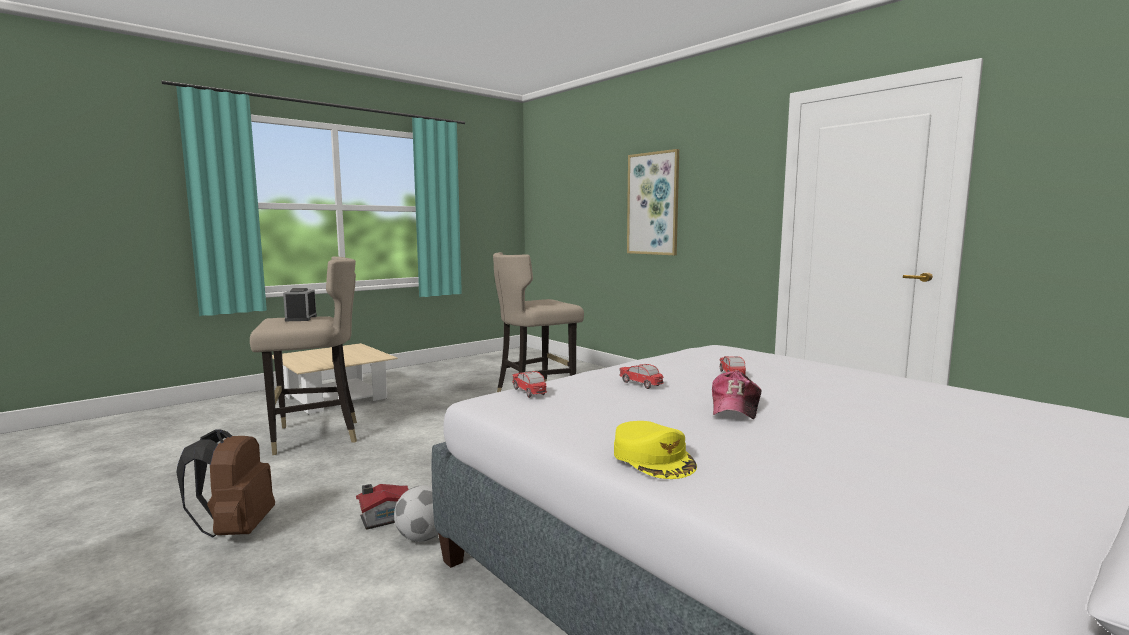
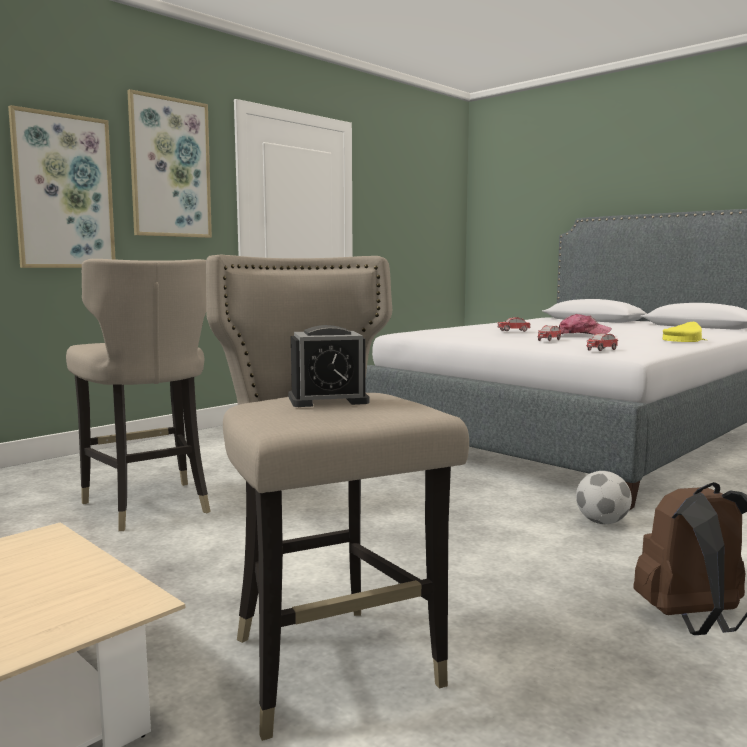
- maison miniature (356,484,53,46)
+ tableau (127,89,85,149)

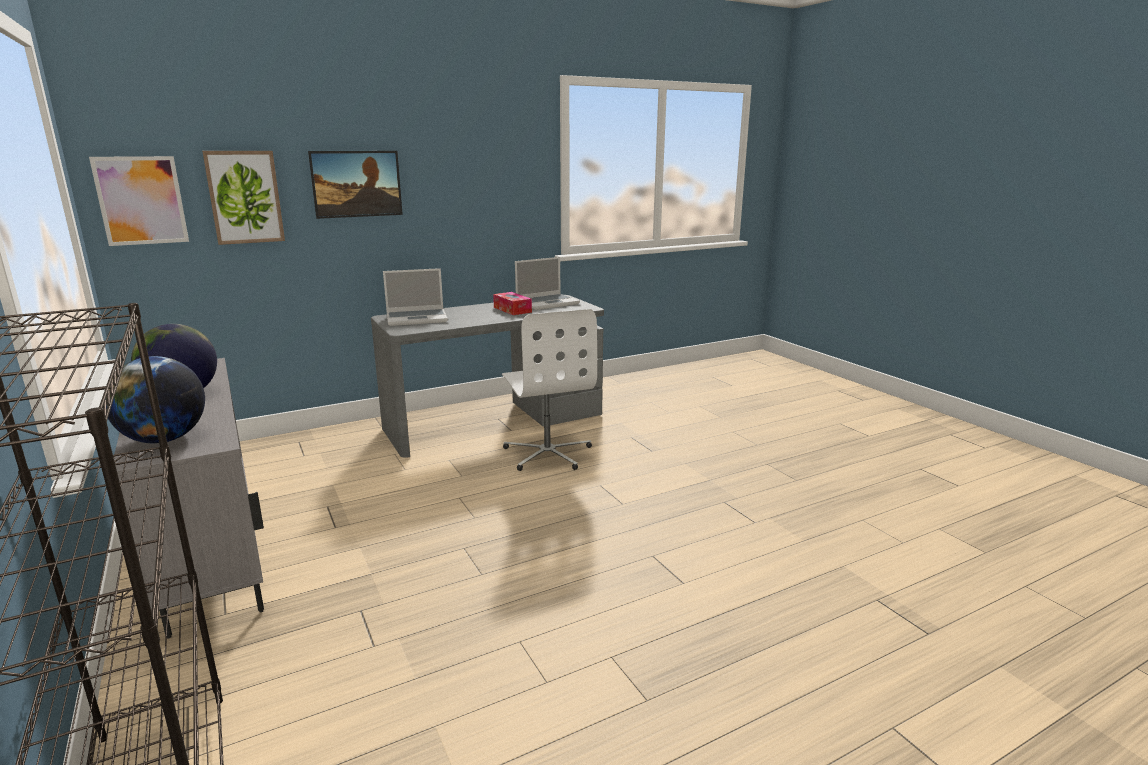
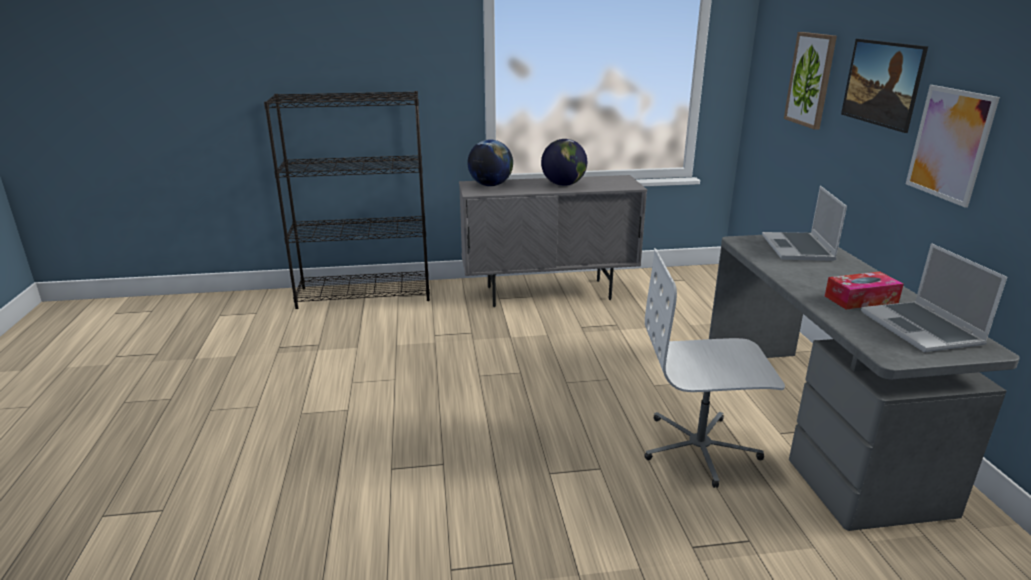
~ tableau (89,156,100,90) to (906,85,94,123)

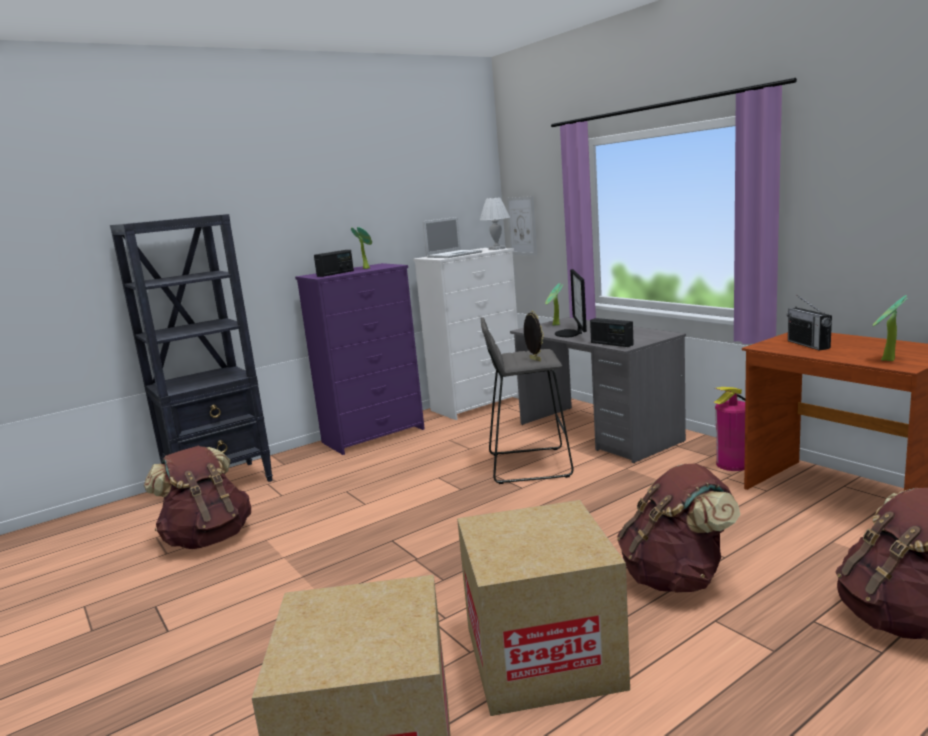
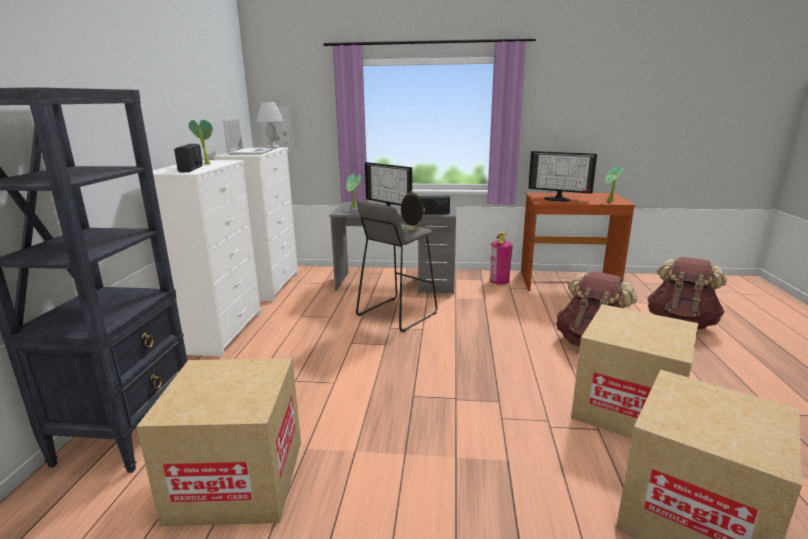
~ sac à dos/marron (144,446,107,103) to carton (136,358,165,168)
~ radio (787,295,45,56) to écran d'ordinateur (528,151,69,51)
~ commode/violet (295,263,130,192) to commode/blanc (137,160,124,197)

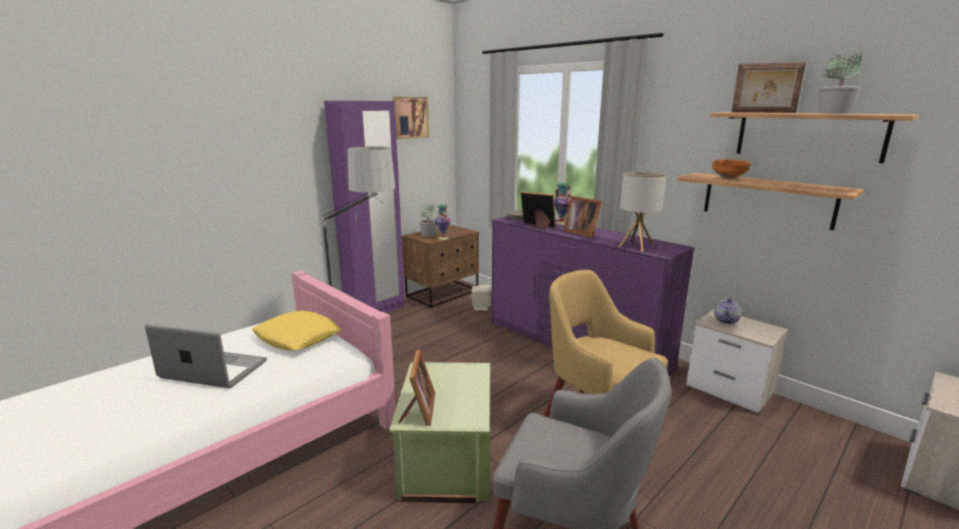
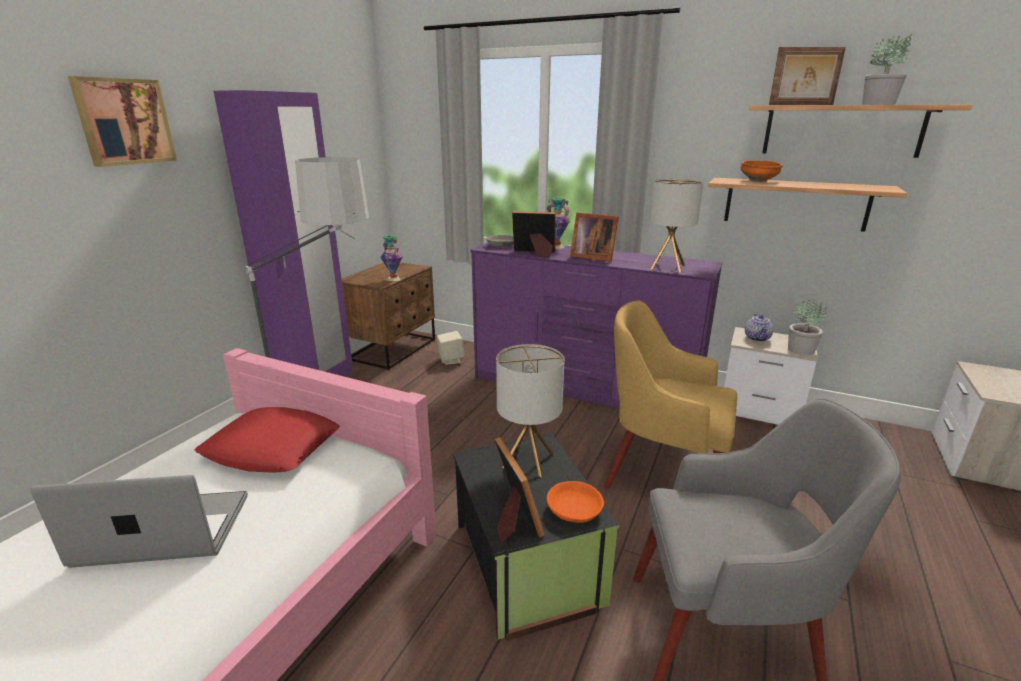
+ lampe de table (496,344,69,133)
+ bol/orange (547,481,57,42)
~ tableau (393,97,36,42) to (68,76,109,91)
~ plante en pot (419,204,18,32) to (788,299,39,56)
~ coussin/jaune (252,311,89,40) to coussin/rouge (195,407,145,66)
~ boîte de rangement/vert (389,362,101,141) to boîte de rangement/noir (453,433,166,208)

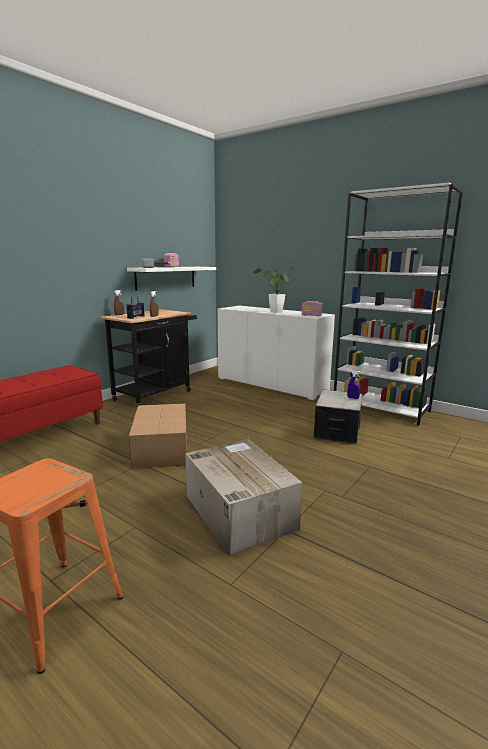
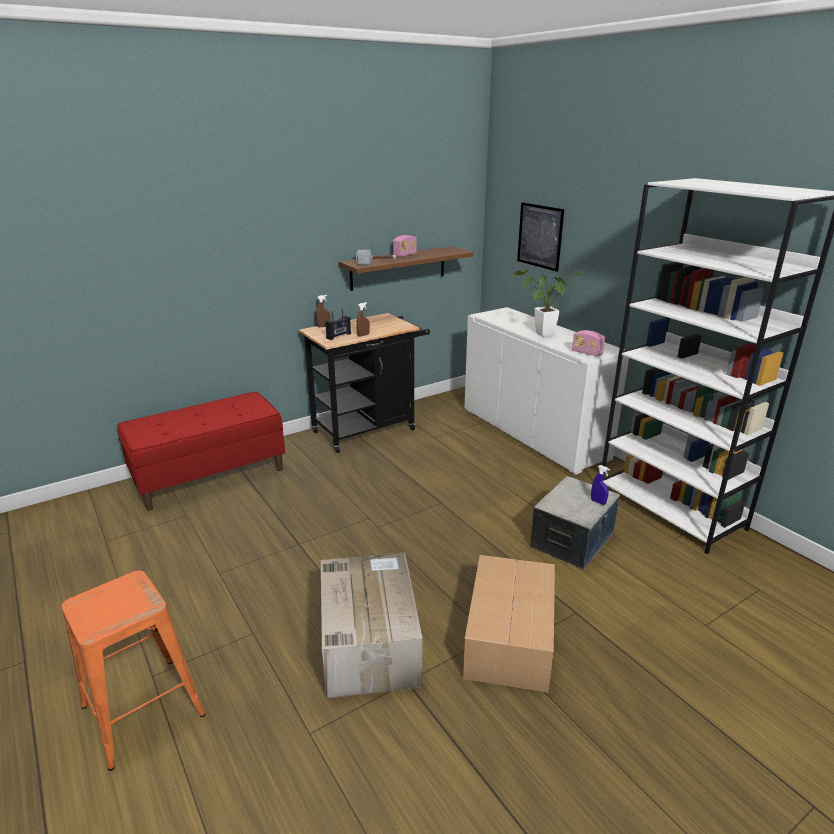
+ tableau (517,202,47,70)
~ carton (129,404,58,64) to (463,555,92,138)
~ étagère/blanc (127,267,89,24) to étagère/marron (339,246,135,45)

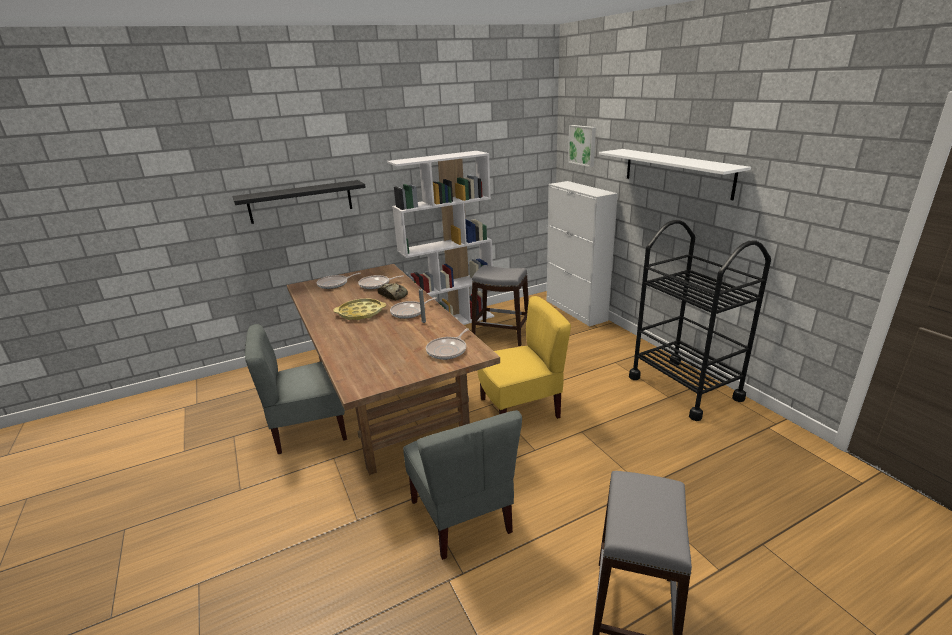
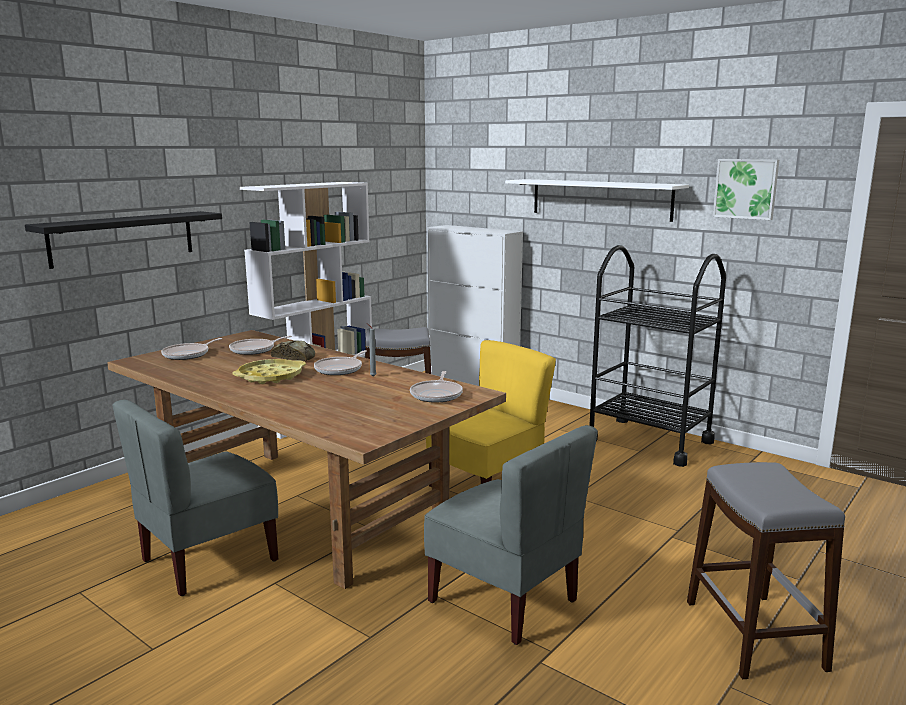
~ tableau (568,125,28,42) to (713,159,66,61)

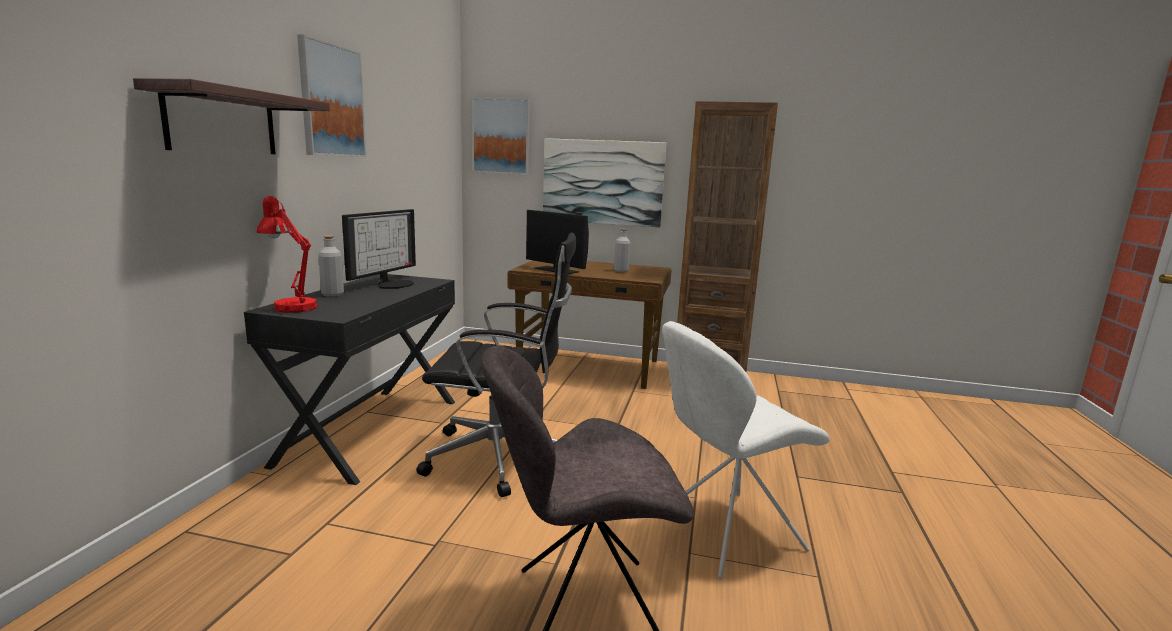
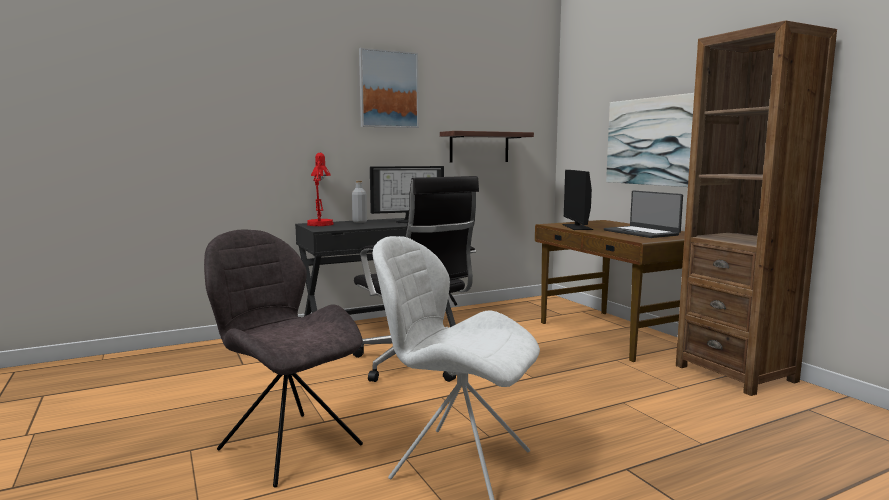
- tableau (472,98,58,77)
~ étagère (133,78,197,76) to (440,131,94,31)
~ bouteille/gris (614,229,16,43) to ordinateur portable (604,190,79,48)

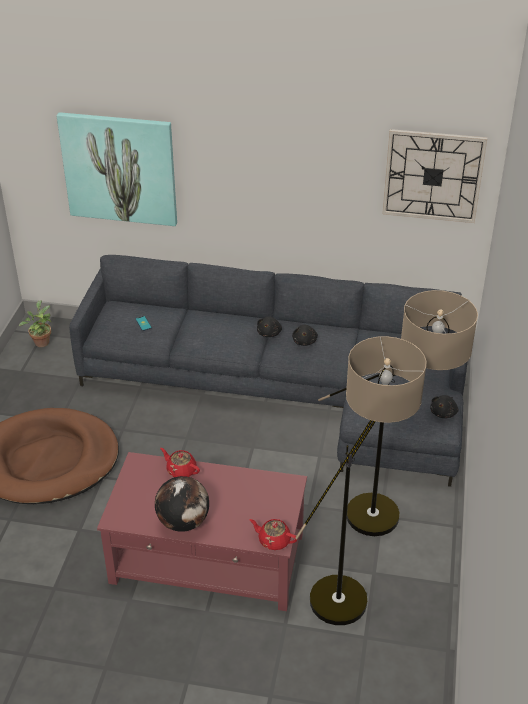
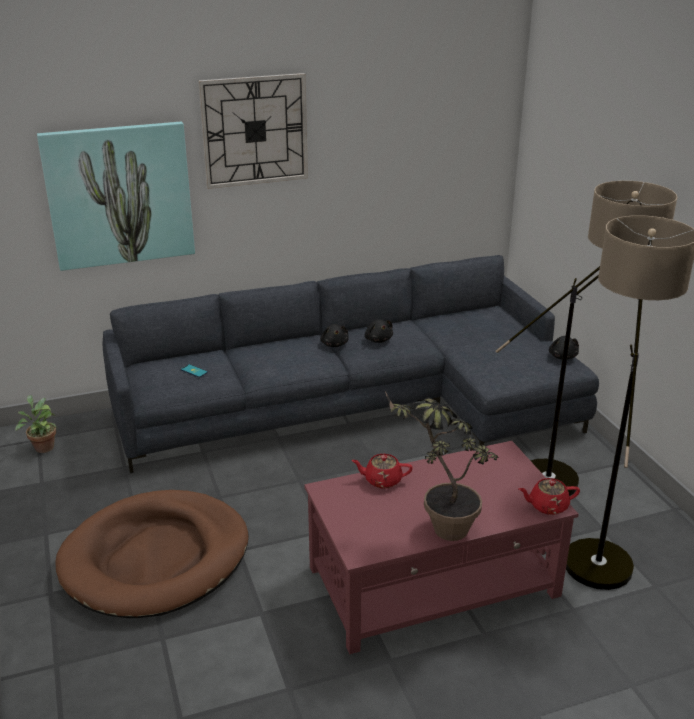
~ horloge murale (382,129,105,94) to (198,73,110,116)
~ globe (155,476,54,56) to plante en pot (385,391,114,150)

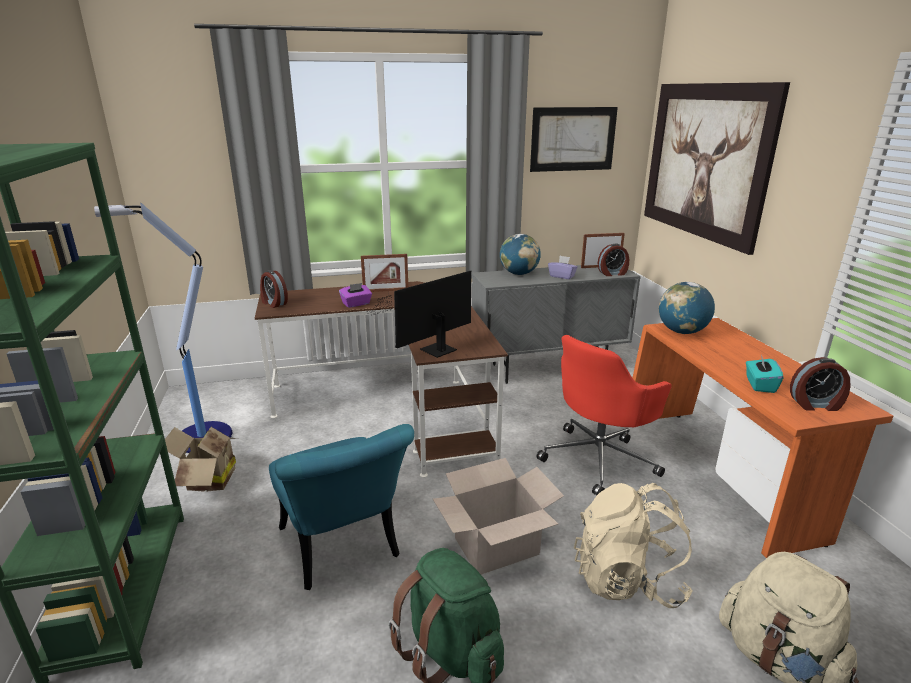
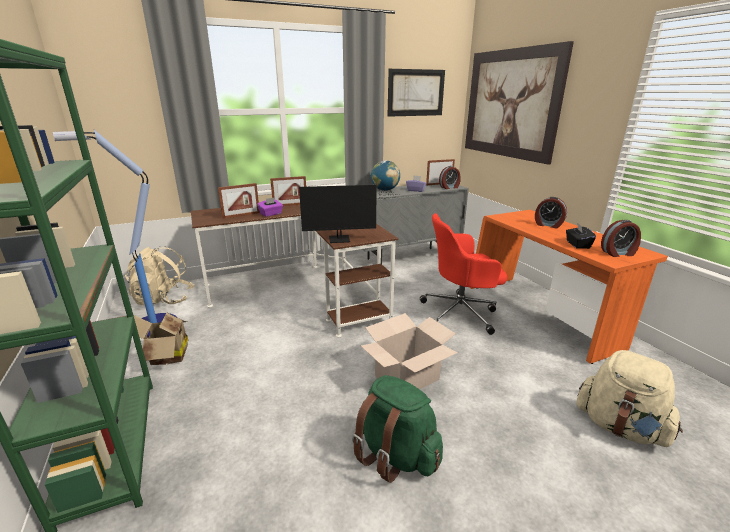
- chaise/turquoise (269,424,145,166)
- globe (659,282,56,52)
+ cadre photo (218,183,42,36)
~ réveil (260,270,28,38) to (535,197,32,31)
~ sac à dos/beige (574,483,119,125) to (125,246,69,59)
~ boîte à mouchoirs/turquoise (746,355,37,38) to boîte à mouchoirs/noir (566,223,30,26)
~ écran d'ordinateur (369,271,102,87) = (299,185,102,58) 135 degrees counterclockwise
~ chaise de bureau/rouge (536,335,136,160) = (420,213,87,122) 45 degrees clockwise

